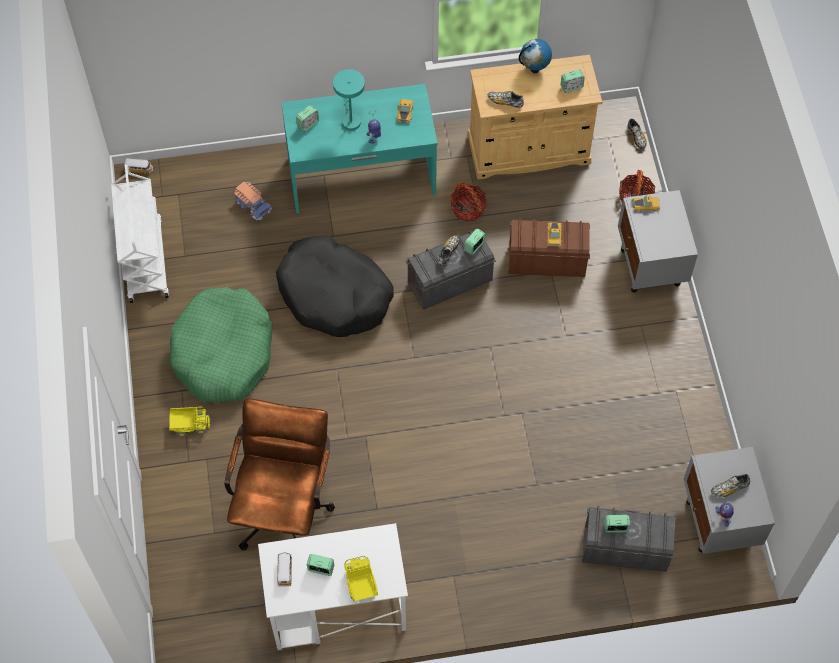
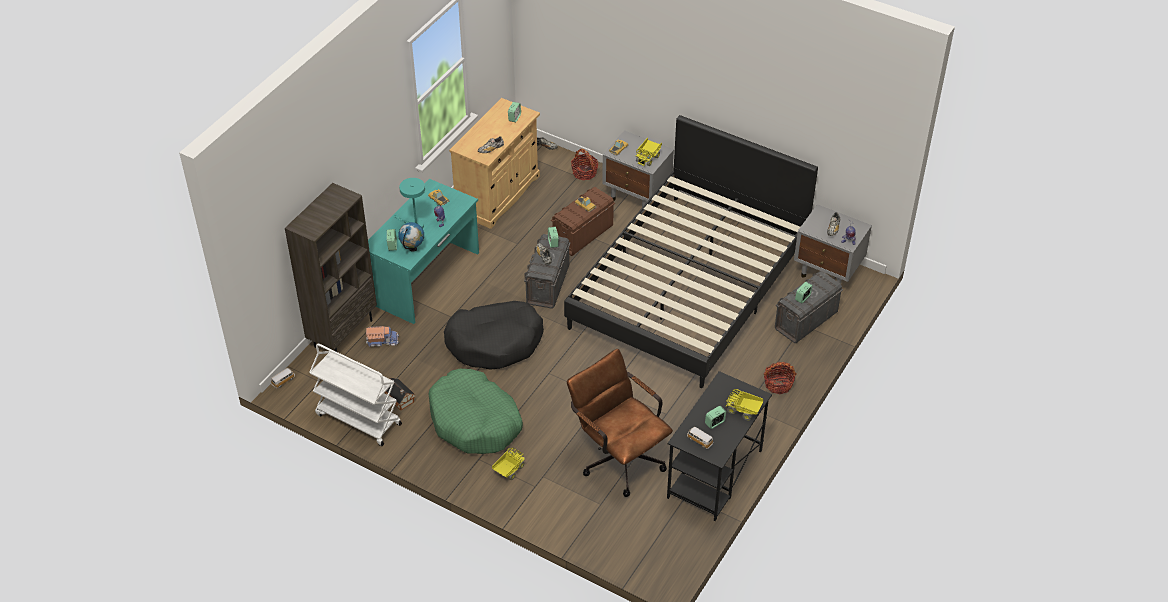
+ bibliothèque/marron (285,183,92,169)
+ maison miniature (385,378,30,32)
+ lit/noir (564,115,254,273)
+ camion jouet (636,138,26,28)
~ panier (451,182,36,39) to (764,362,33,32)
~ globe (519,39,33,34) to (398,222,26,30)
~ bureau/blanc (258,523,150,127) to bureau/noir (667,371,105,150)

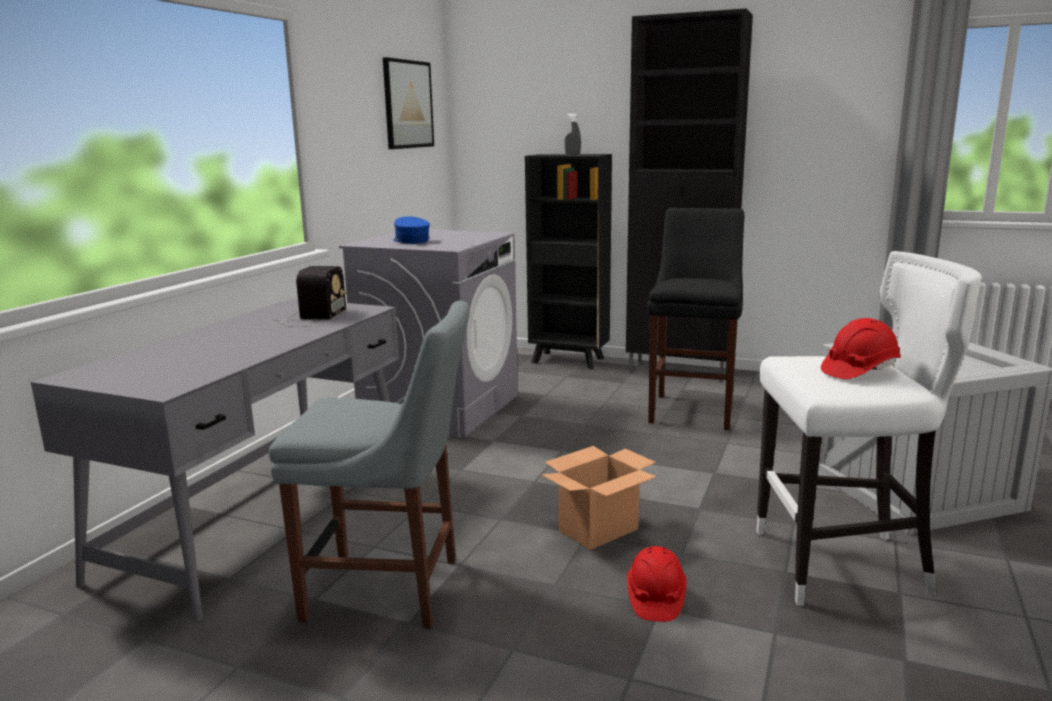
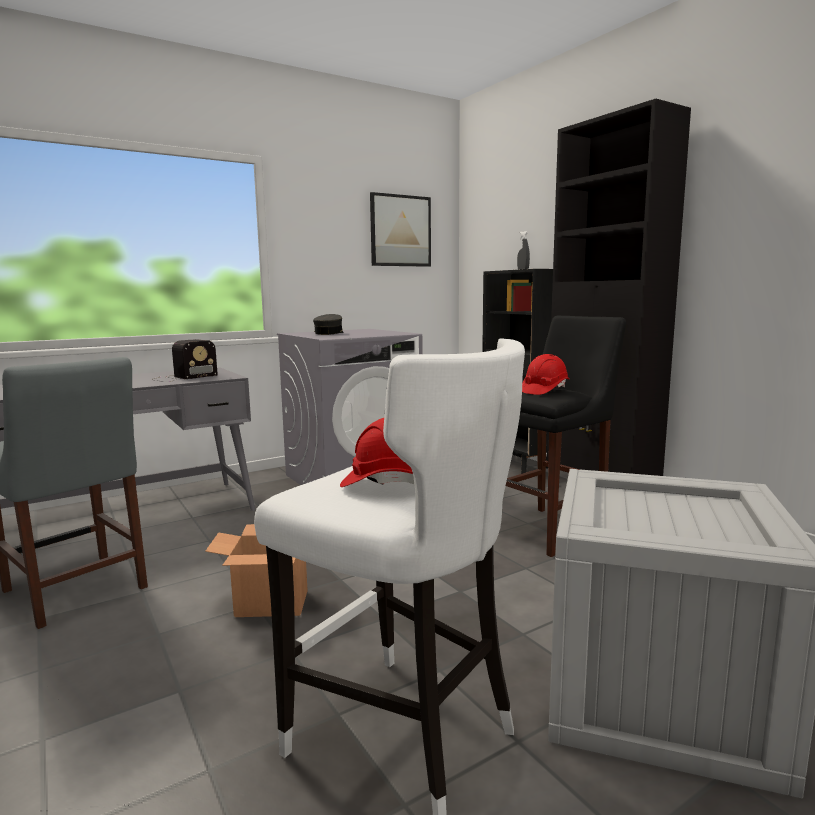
~ casque de chantier/rouge (627,546,60,76) to (522,354,47,41)
~ casquette/bleu (393,216,37,28) to casquette/gris (313,314,31,21)

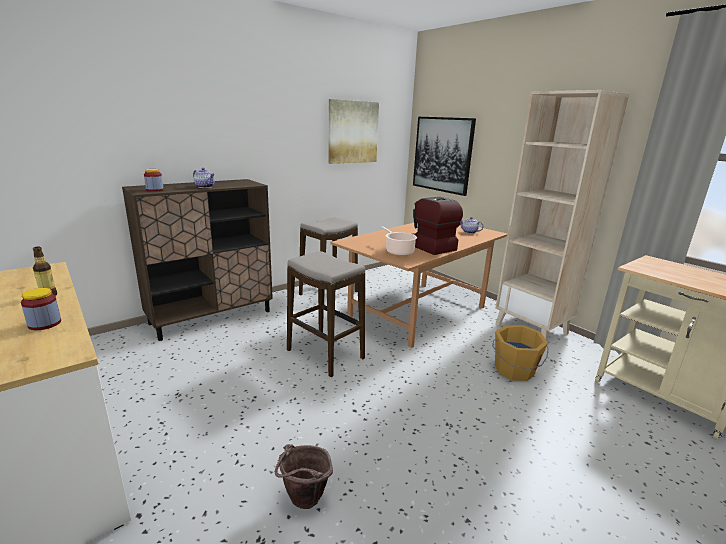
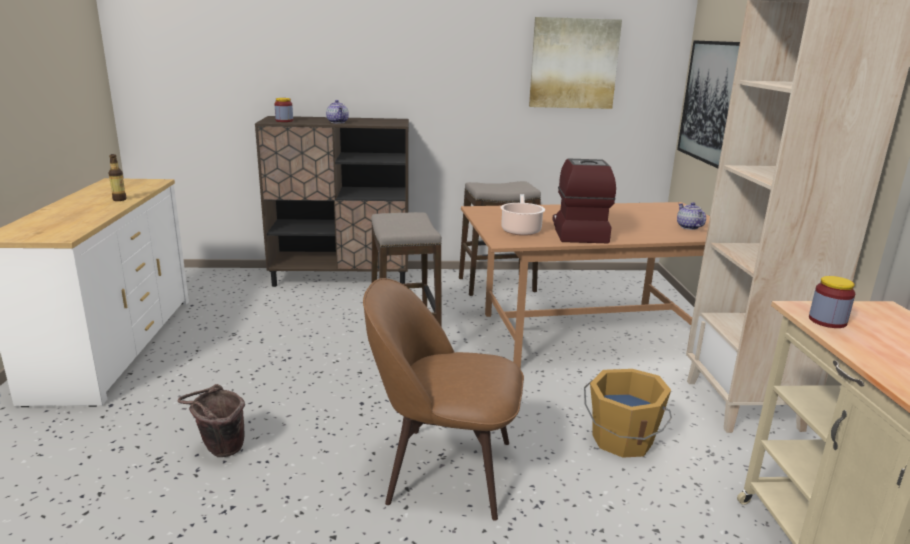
+ chaise/marron (363,278,161,243)
~ bocal (21,288,40,42) to (809,276,46,52)

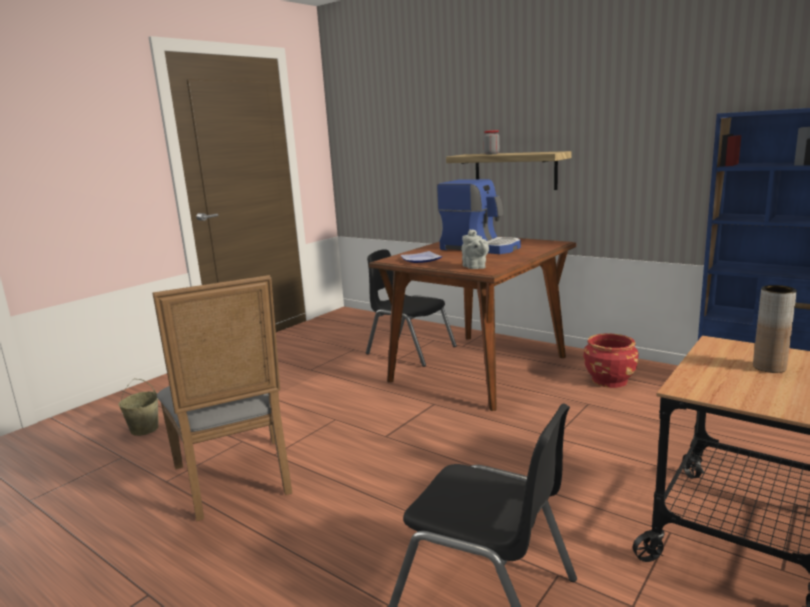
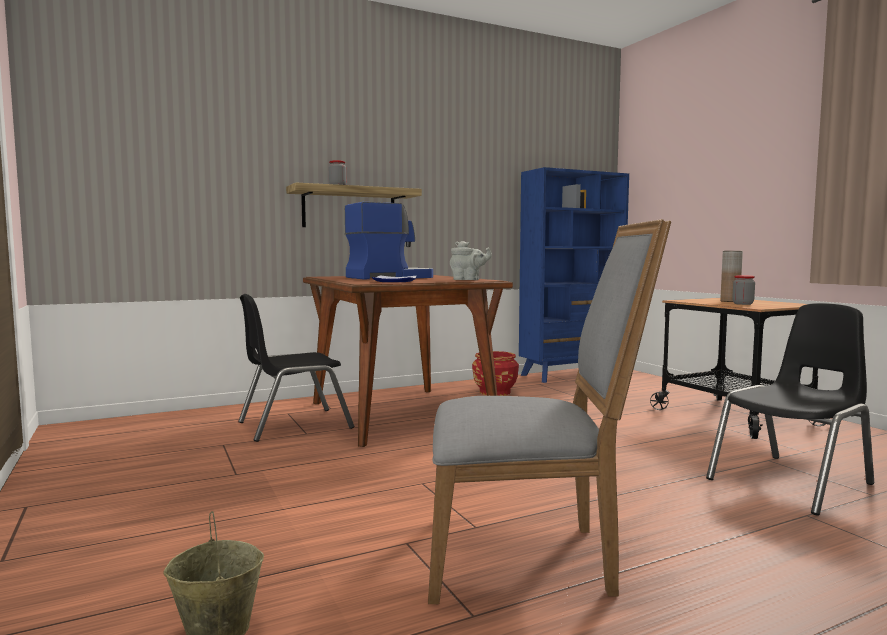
+ bocal (732,275,23,30)

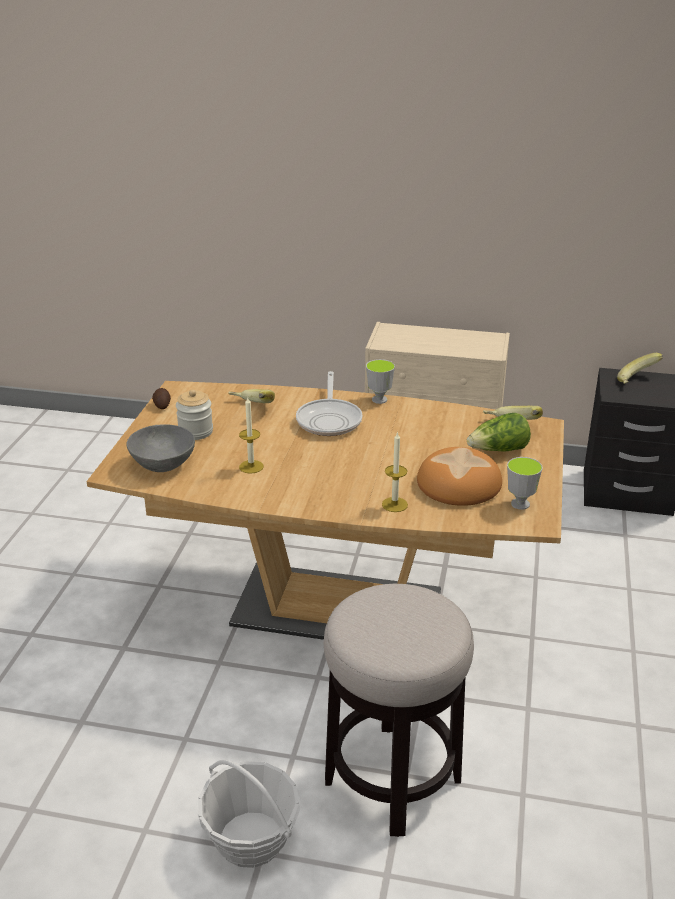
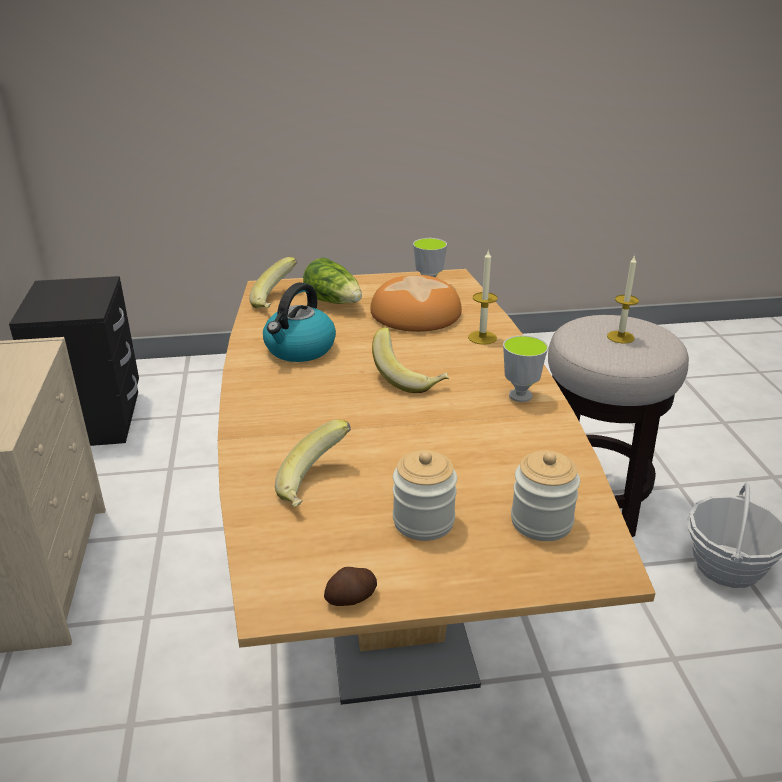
- poêle (296,371,67,65)
+ bouilloire (263,282,73,80)
~ bougie (239,396,25,78) to (607,255,32,89)
~ tasse (366,359,29,45) to (503,335,45,67)
~ banane (617,353,46,31) to (372,327,77,66)
~ bol/gris (126,424,69,48) to bocal (511,450,69,91)

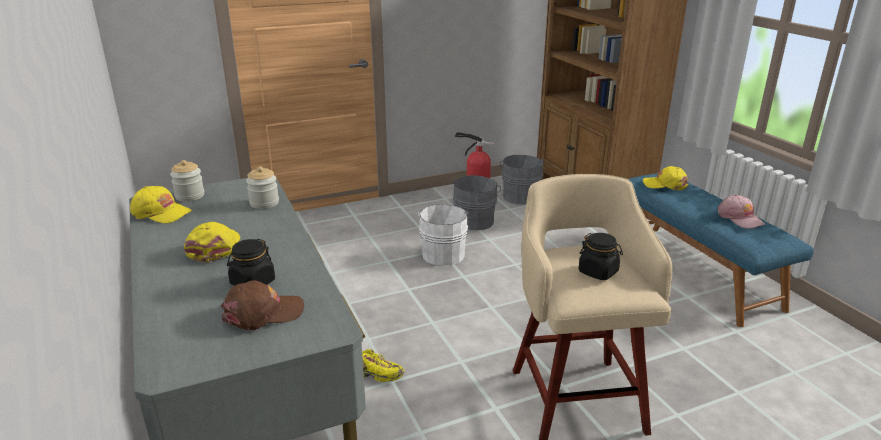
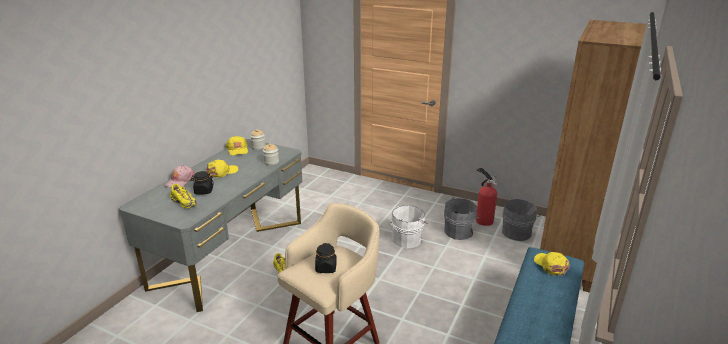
~ casquette/rose (718,195,47,34) to (164,165,31,23)
~ casquette/marron (221,280,83,50) to chaussure/jaune (170,184,27,24)

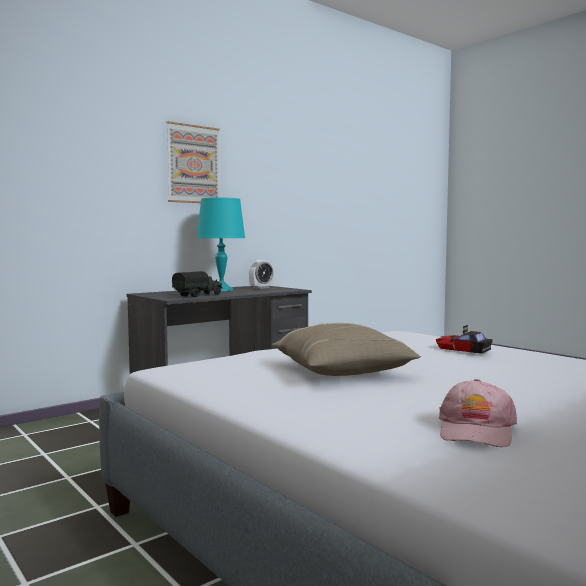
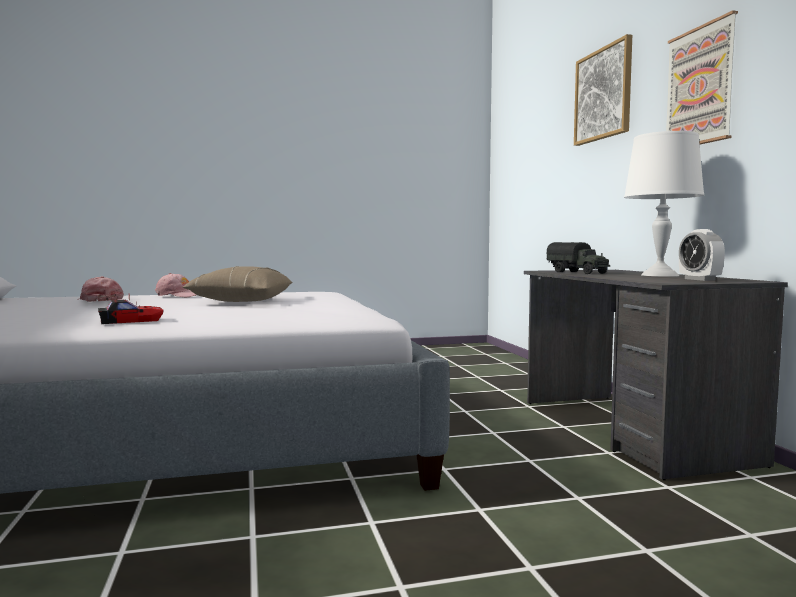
+ casquette/rose (155,273,41,24)
+ tableau (574,34,58,112)
~ petite voiture (436,325,57,29) to (98,293,66,31)
~ lampe de table/turquoise (197,197,48,94) to lampe de table/blanc (624,131,80,146)

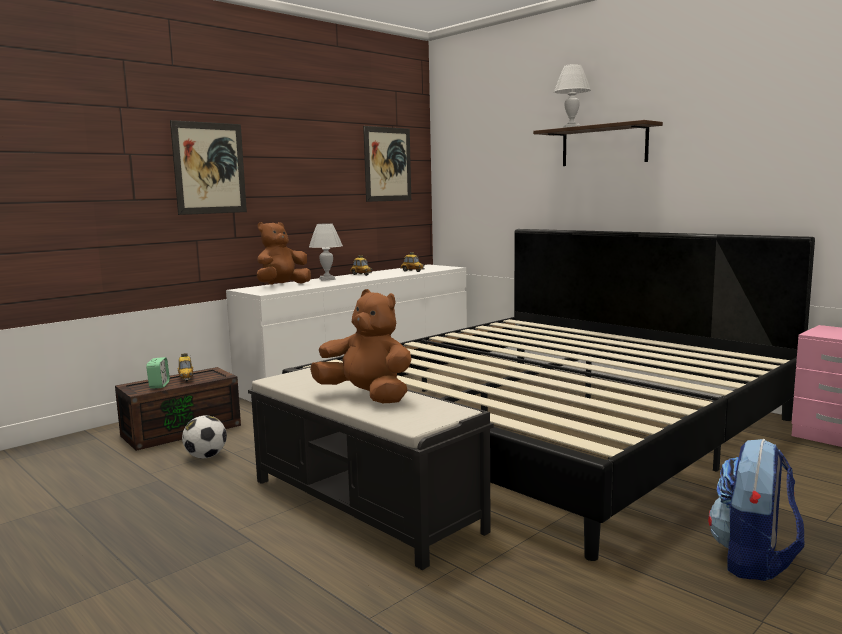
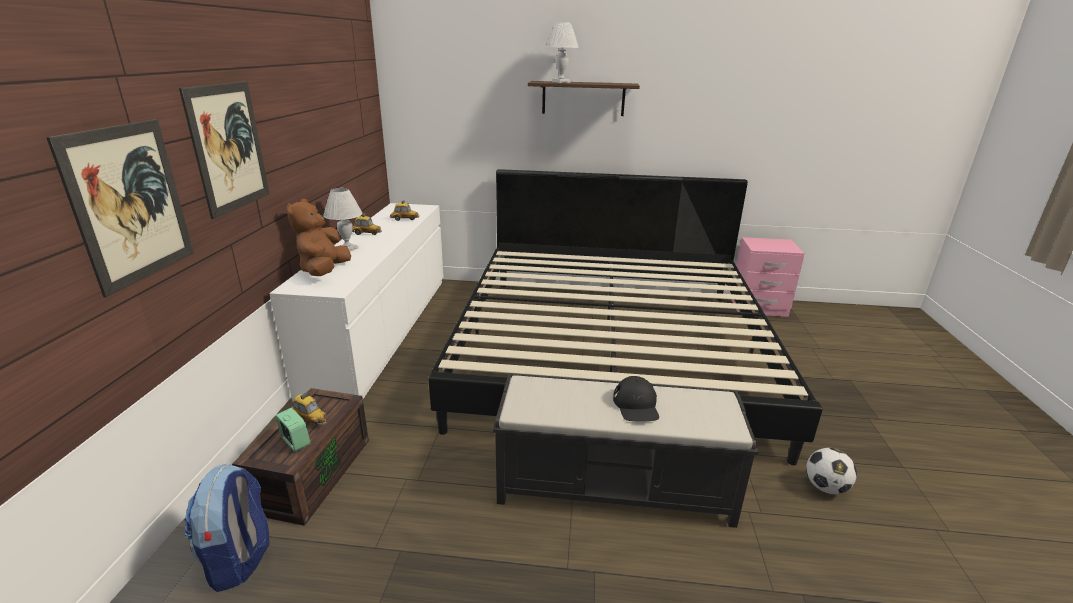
~ ballon de foot (182,415,45,43) to (806,448,51,46)
~ tableau (363,126,48,76) to (46,119,148,178)
~ sac à dos (708,439,96,142) to (184,463,86,129)
~ peluche/marron (310,289,101,114) to casquette/noir (613,376,46,46)

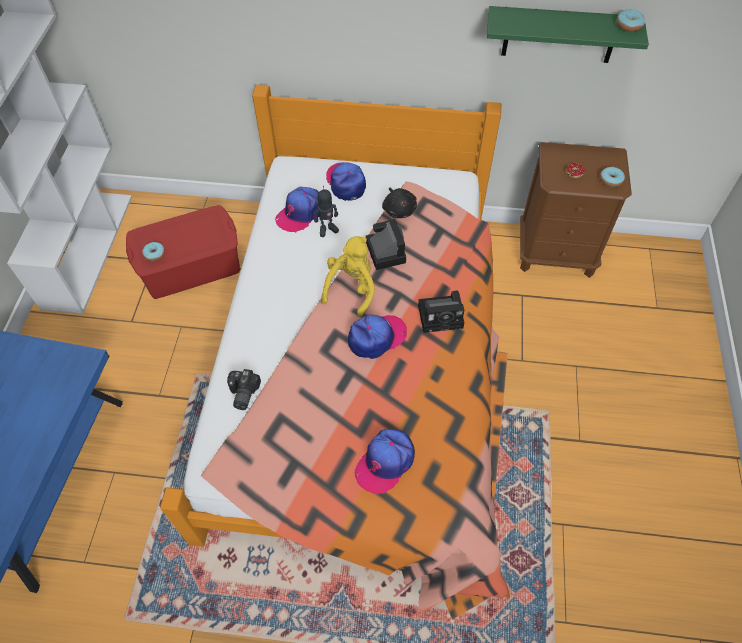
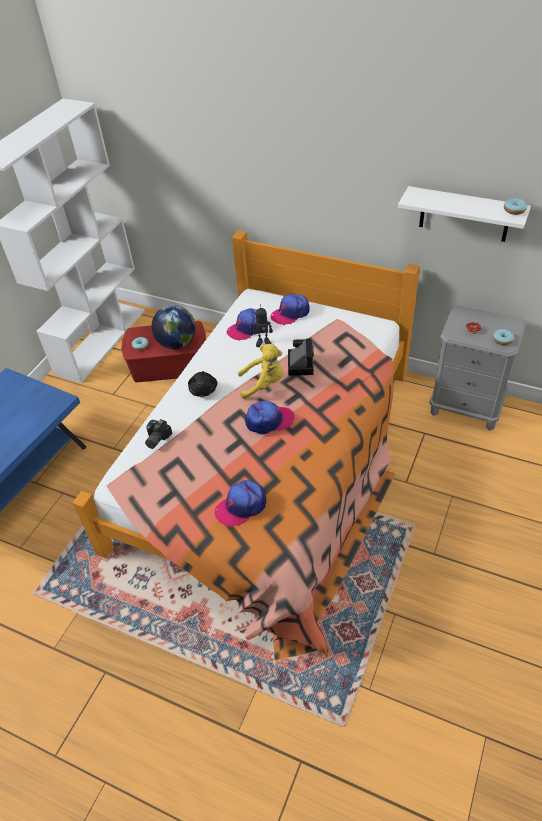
- appareil photo (418,291,46,42)
+ globe (151,305,45,44)
~ peluche/noir (382,188,35,30) to (188,371,29,26)
~ étagère/vert (487,6,162,57) to étagère/blanc (398,186,133,56)
~ table de chevet/marron (520,142,112,136) to table de chevet/gris (429,305,98,126)
~ peluche/jaune (321,236,54,81) = (238,344,45,55) 45 degrees clockwise
~ casquette (326,162,40,39) = (271,293,39,32) 120 degrees counterclockwise

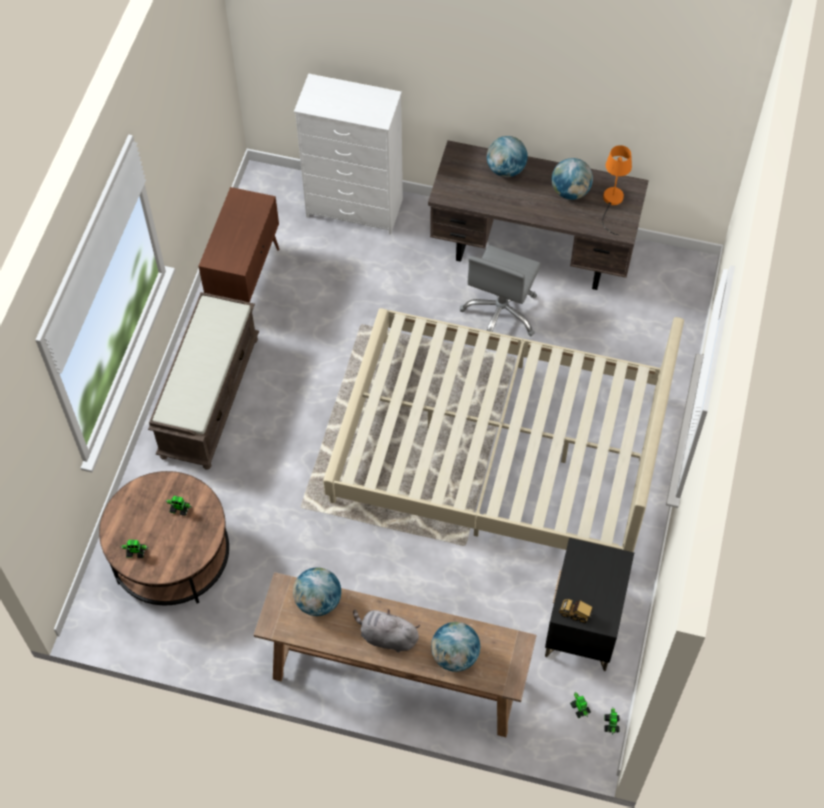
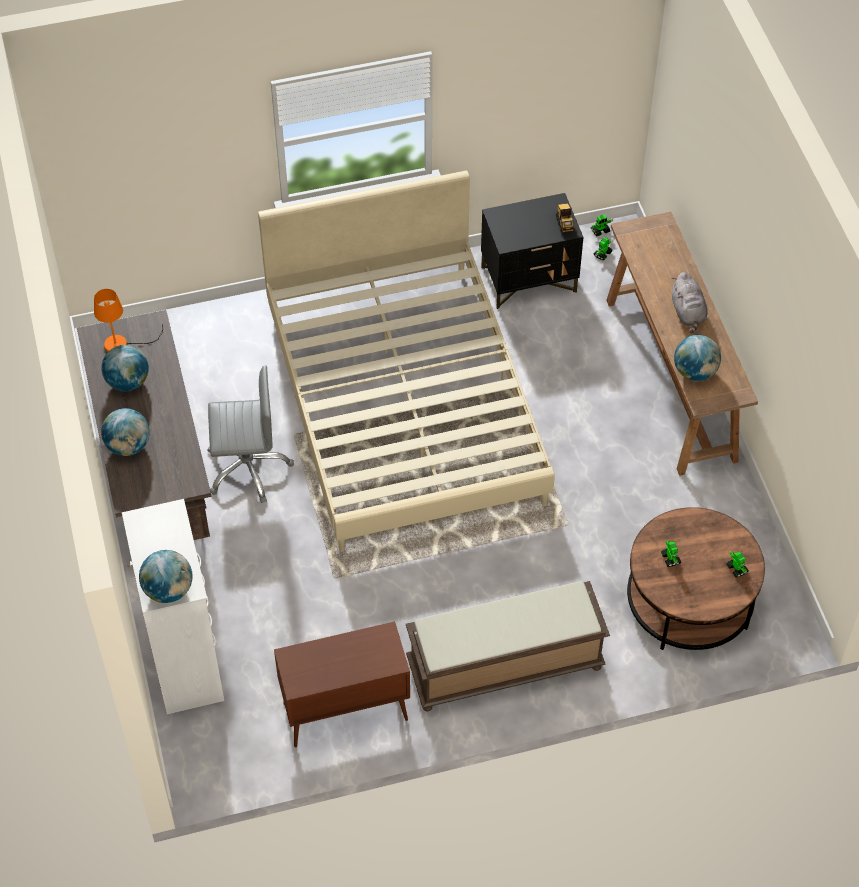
~ globe (431,622,49,50) to (139,550,53,53)

